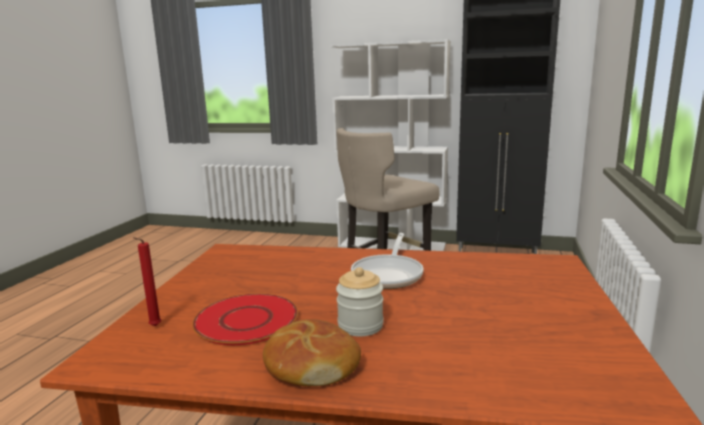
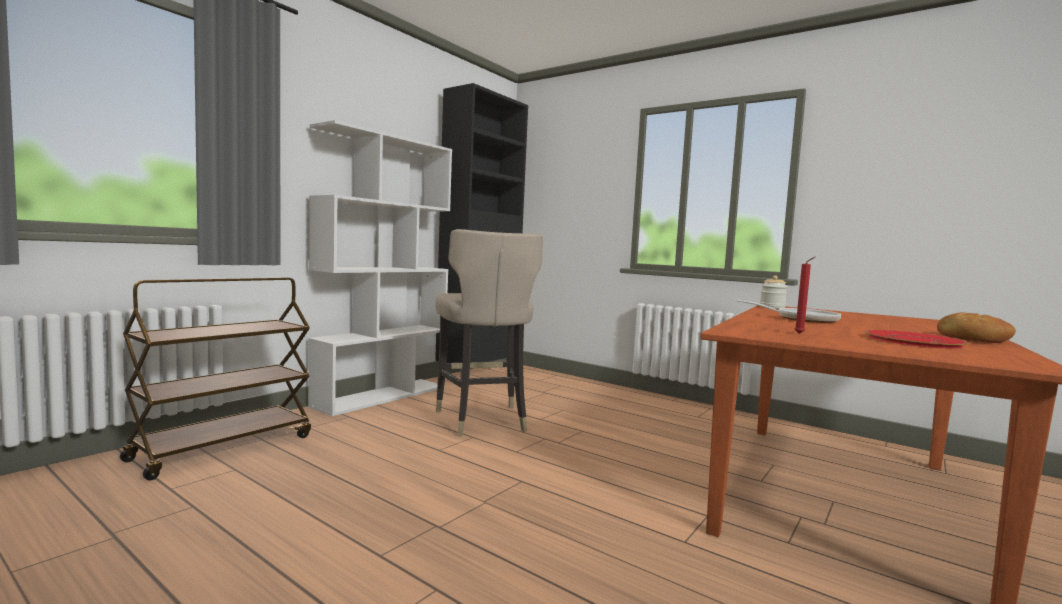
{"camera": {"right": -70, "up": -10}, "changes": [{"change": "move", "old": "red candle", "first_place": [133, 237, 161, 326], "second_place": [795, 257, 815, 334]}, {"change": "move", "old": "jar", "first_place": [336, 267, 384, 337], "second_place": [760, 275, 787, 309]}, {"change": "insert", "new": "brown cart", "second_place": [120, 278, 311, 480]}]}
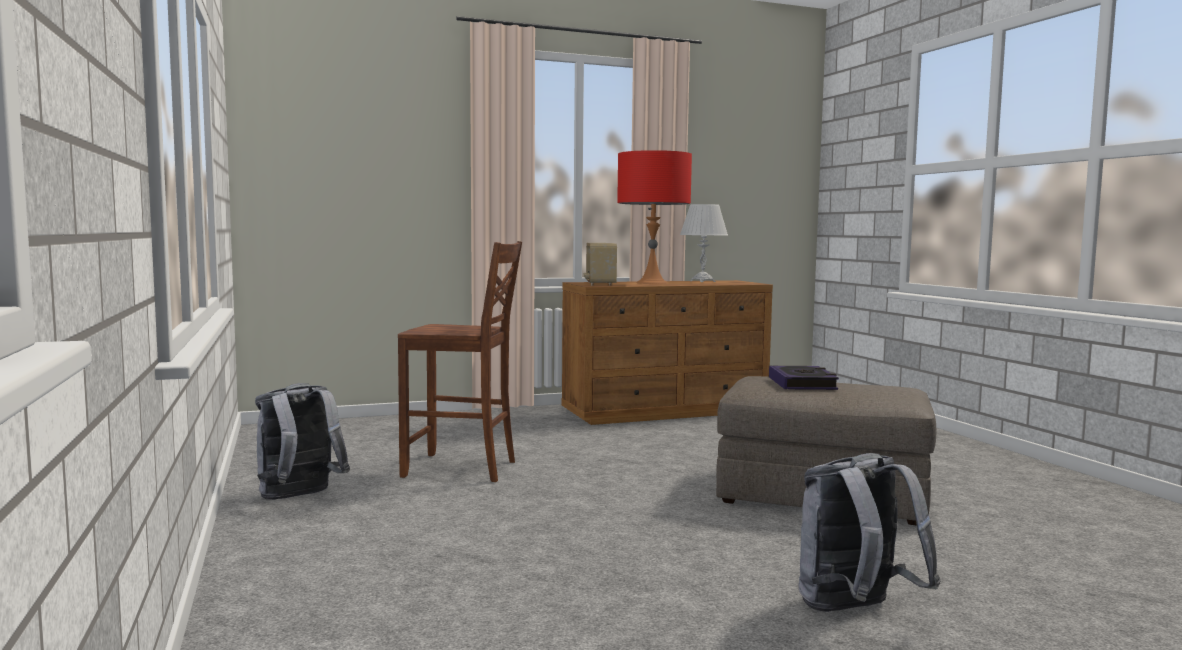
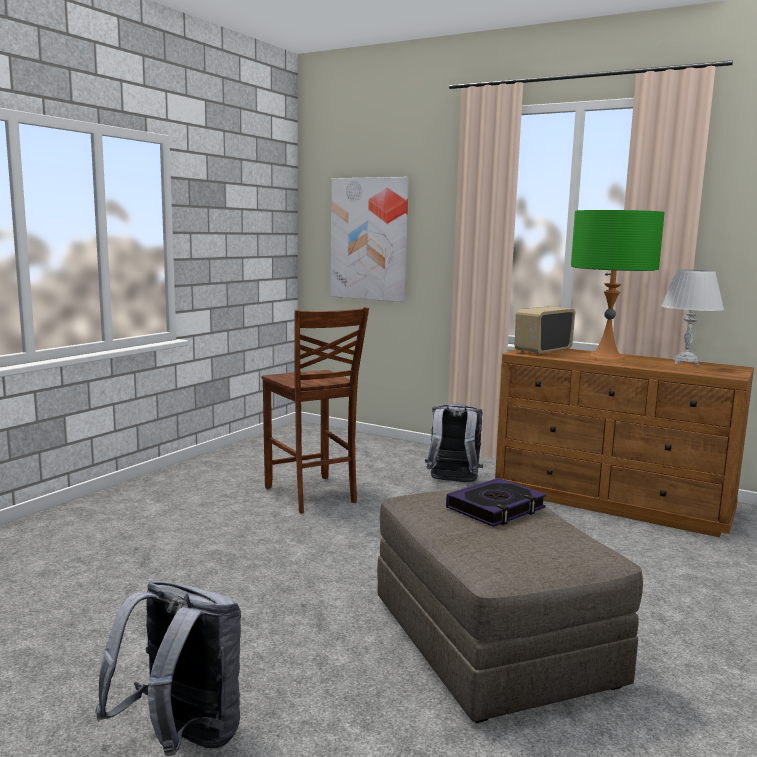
{"camera": {"right": 50, "up": 5}, "changes": [{"change": "recolor", "old": "red table lamp", "new": "green table lamp", "first_place": [617, 150, 692, 284], "second_place": [571, 210, 665, 361]}, {"change": "move", "old": "grey backpack", "first_place": [255, 383, 350, 500], "second_place": [425, 403, 483, 482]}, {"change": "insert", "new": "picture", "second_place": [331, 177, 409, 302]}]}
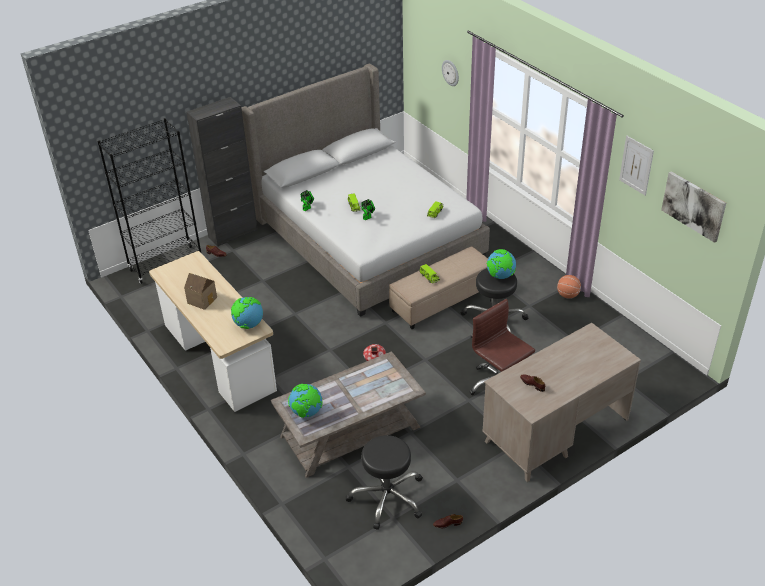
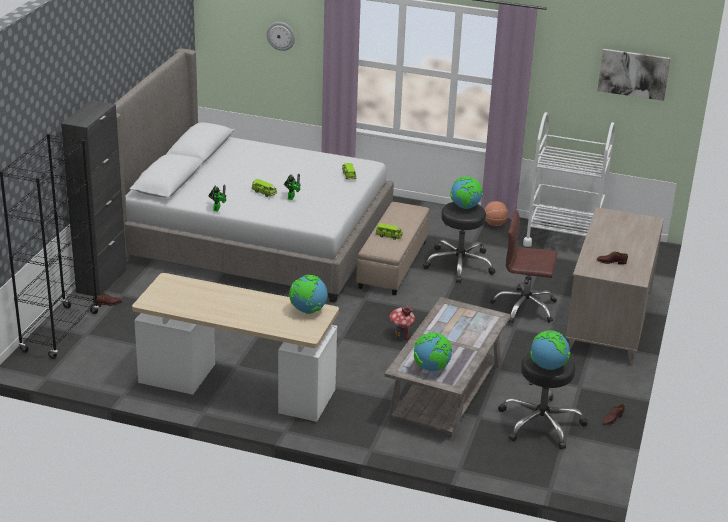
{"camera": {"right": -40, "up": -10}, "changes": [{"change": "delete", "old": "picture", "first_place": [619, 136, 654, 195]}, {"change": "delete", "old": "toy house", "first_place": [184, 273, 217, 310]}, {"change": "insert", "new": "white cart", "second_place": [523, 112, 615, 247]}, {"change": "insert", "new": "globe", "second_place": [530, 330, 571, 370]}]}
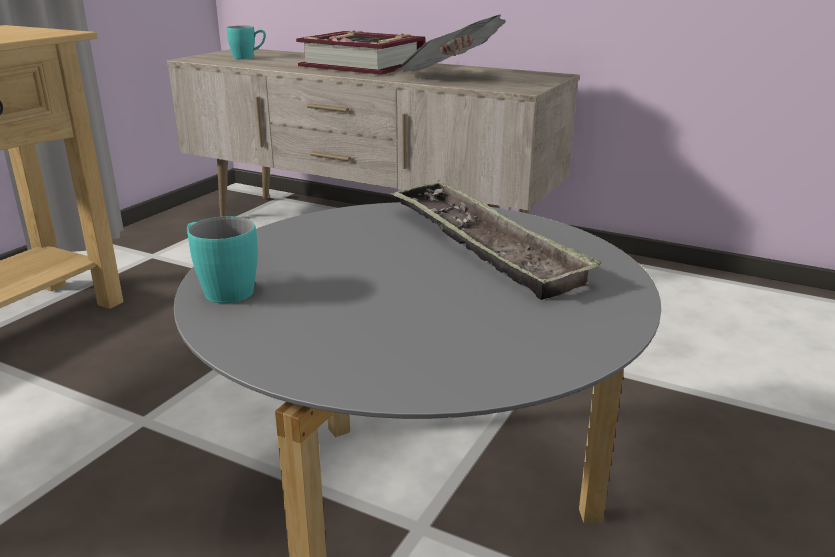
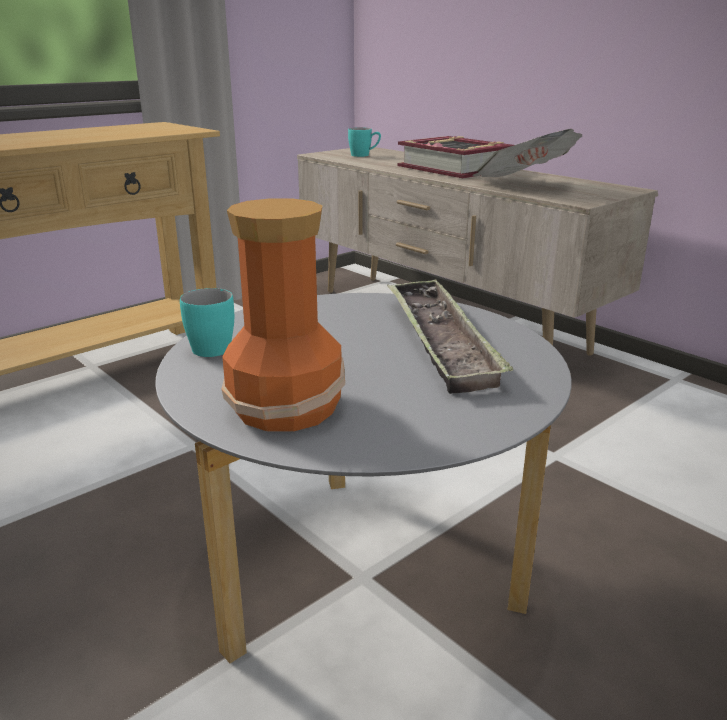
{"camera": {"right": 20, "up": 0}, "changes": [{"change": "insert", "new": "vase", "second_place": [222, 198, 345, 432]}]}
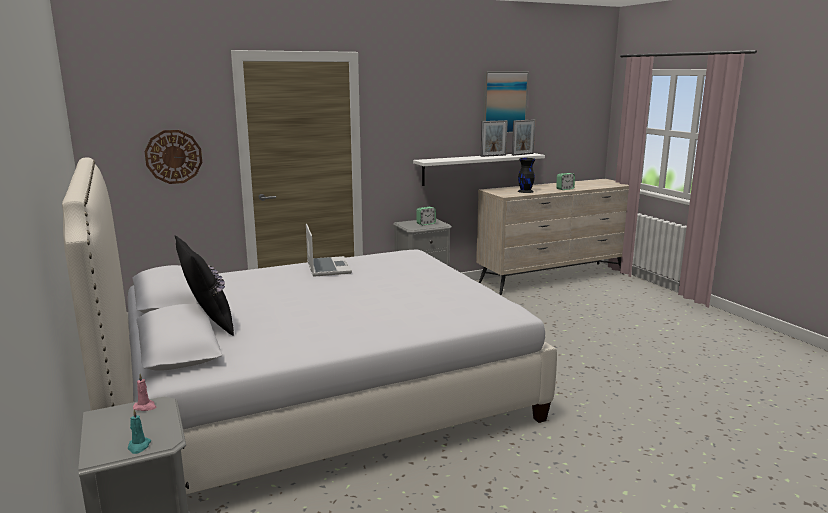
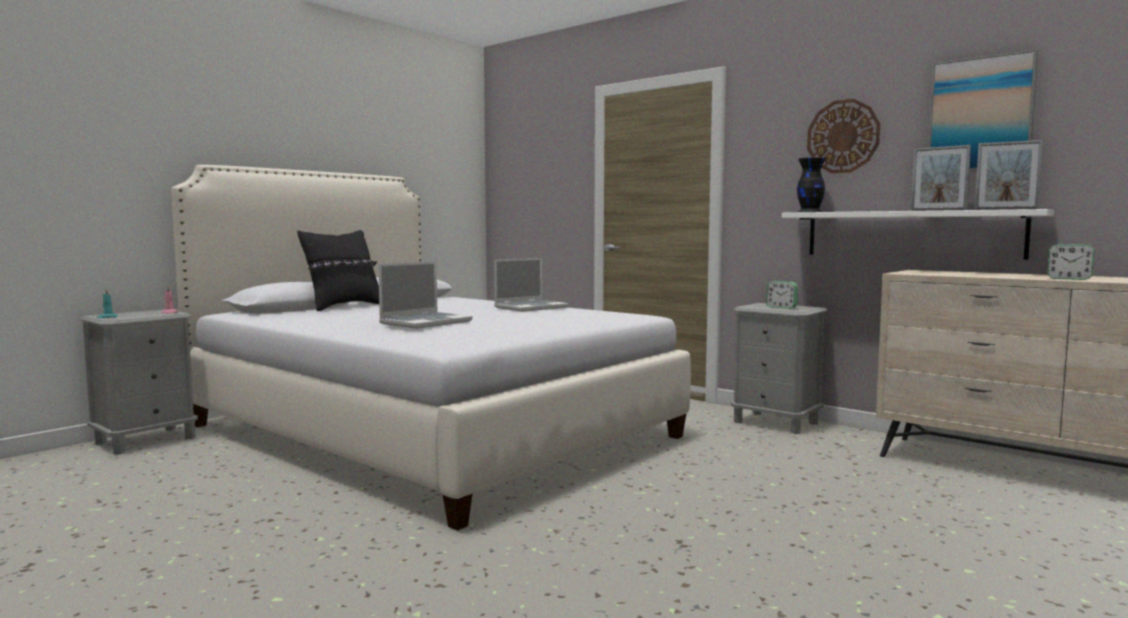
{"camera": {"right": 65, "up": -10}, "changes": [{"change": "move", "old": "wall clock", "first_place": [144, 130, 202, 184], "second_place": [807, 99, 880, 173]}, {"change": "move", "old": "black vase", "first_place": [518, 158, 536, 193], "second_place": [797, 157, 826, 212]}, {"change": "insert", "new": "laptop", "second_place": [378, 261, 472, 329]}]}
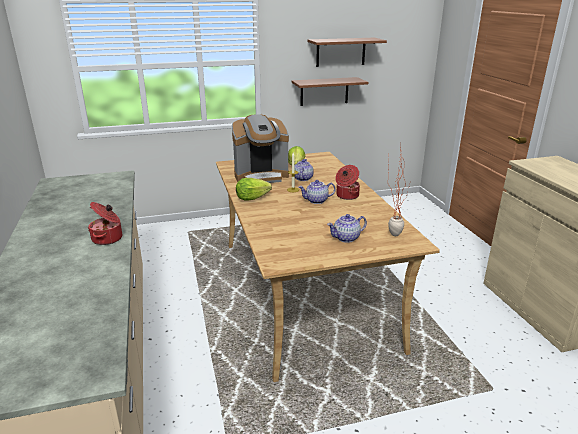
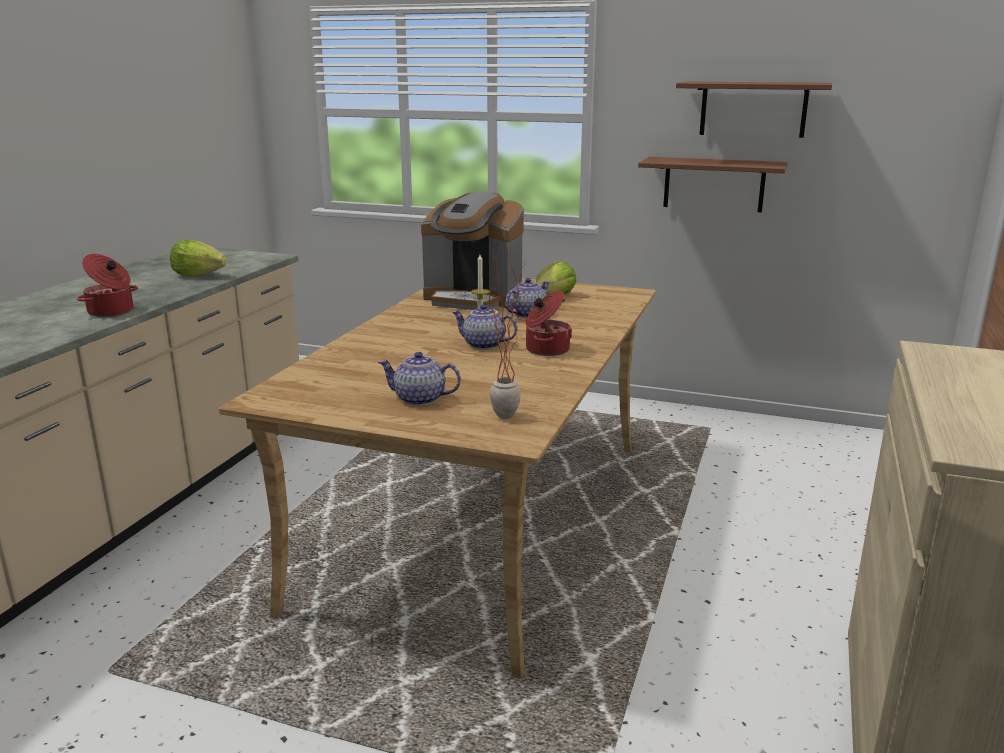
{"camera": {"right": 35, "up": -5}, "changes": [{"change": "move", "old": "lettuce", "first_place": [236, 178, 272, 201], "second_place": [170, 240, 227, 277]}]}
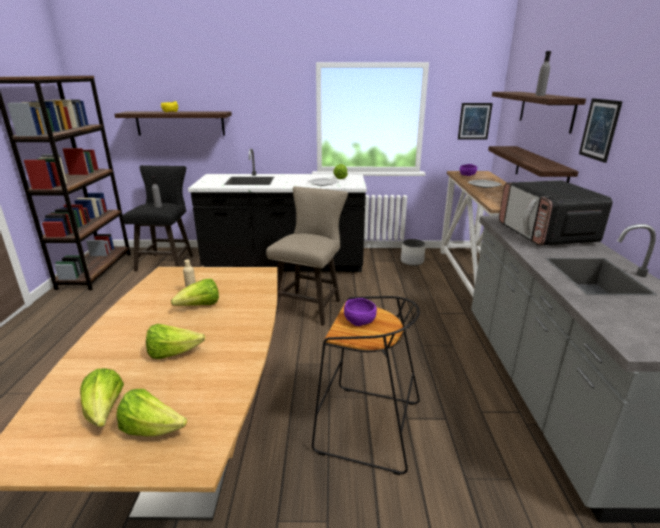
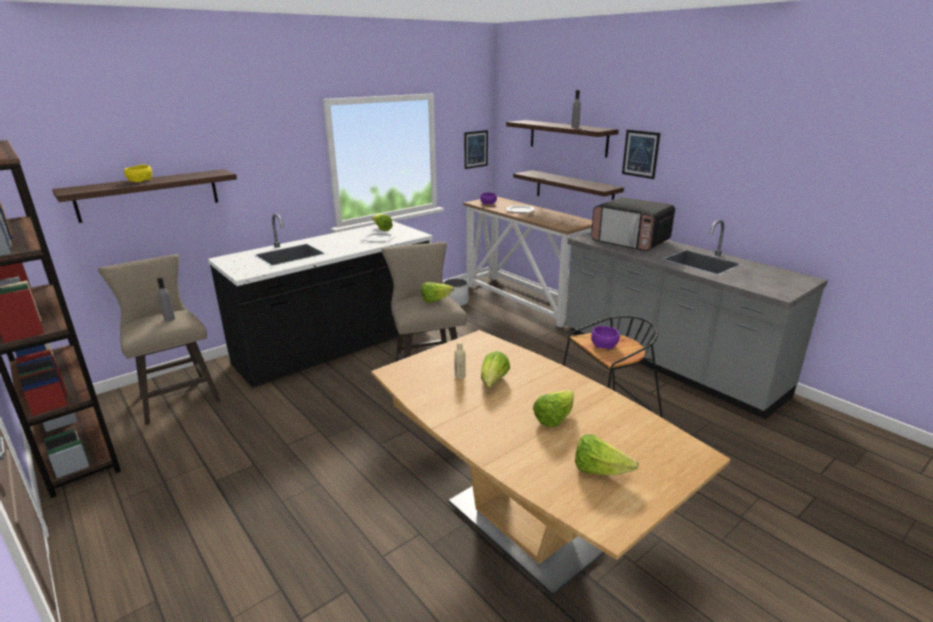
{"camera": {"right": -40, "up": 0}, "changes": [{"change": "recolor", "old": "black stool", "new": "beige stool", "first_place": [122, 165, 193, 271], "second_place": [98, 254, 221, 425]}, {"change": "move", "old": "lettuce", "first_place": [116, 389, 187, 437], "second_place": [421, 282, 454, 302]}]}
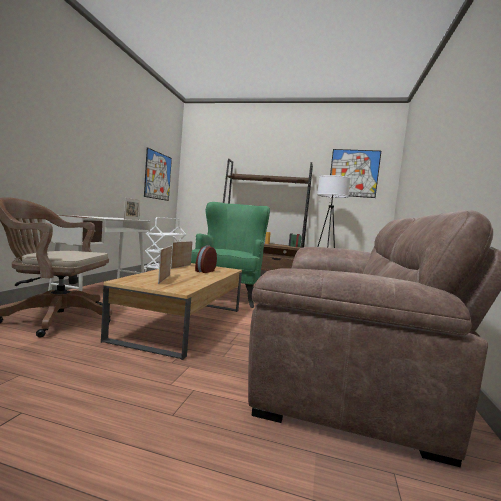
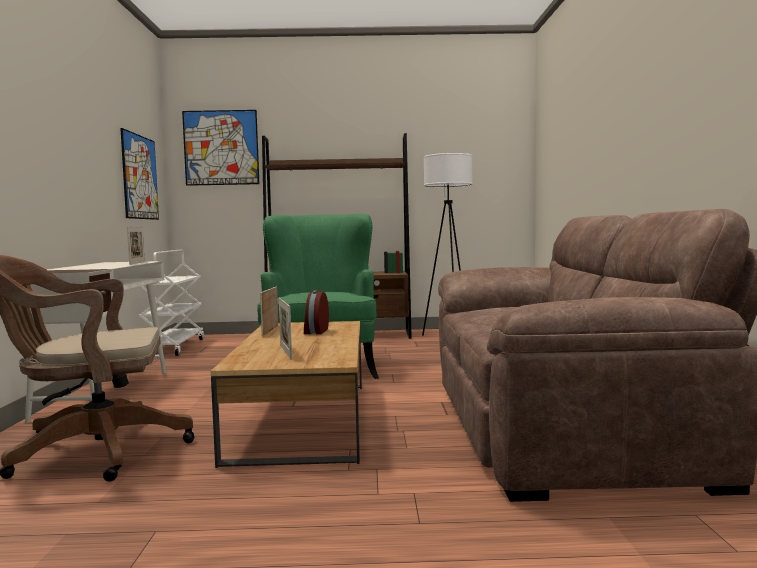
{"camera": {"right": -15, "up": 0}, "changes": [{"change": "move", "old": "picture", "first_place": [330, 149, 381, 198], "second_place": [182, 110, 259, 186]}]}
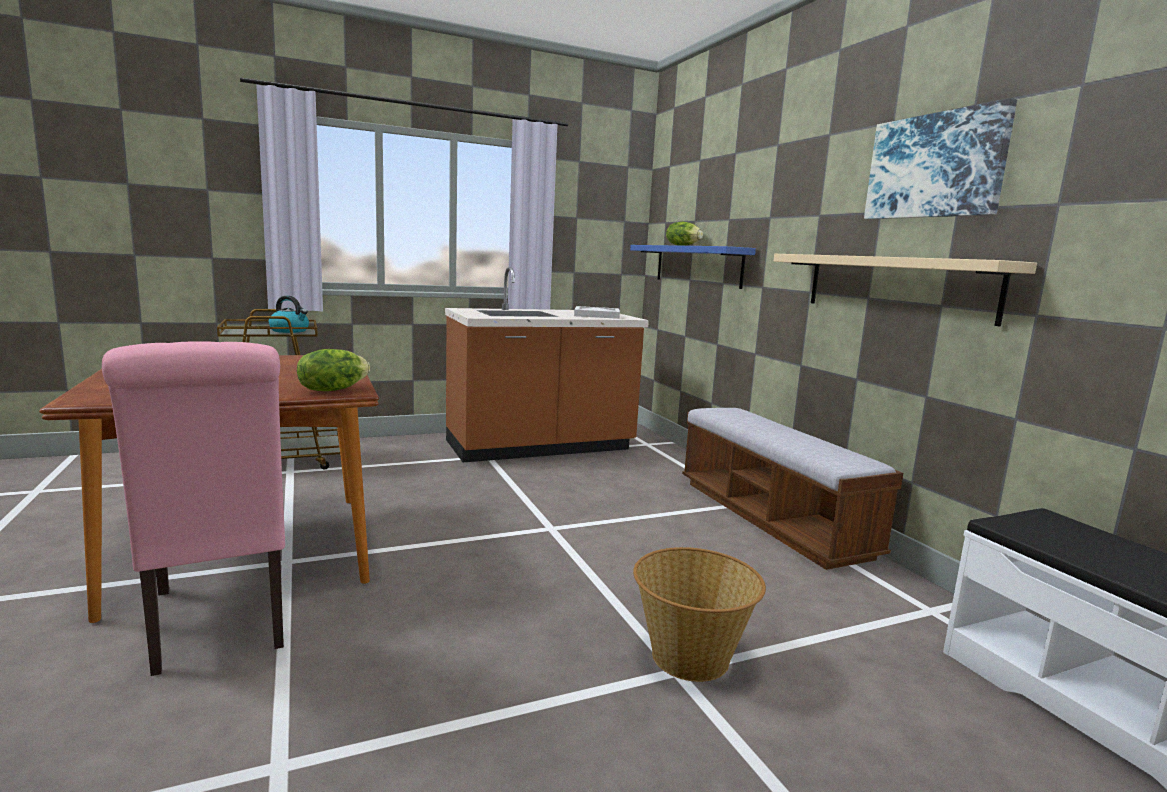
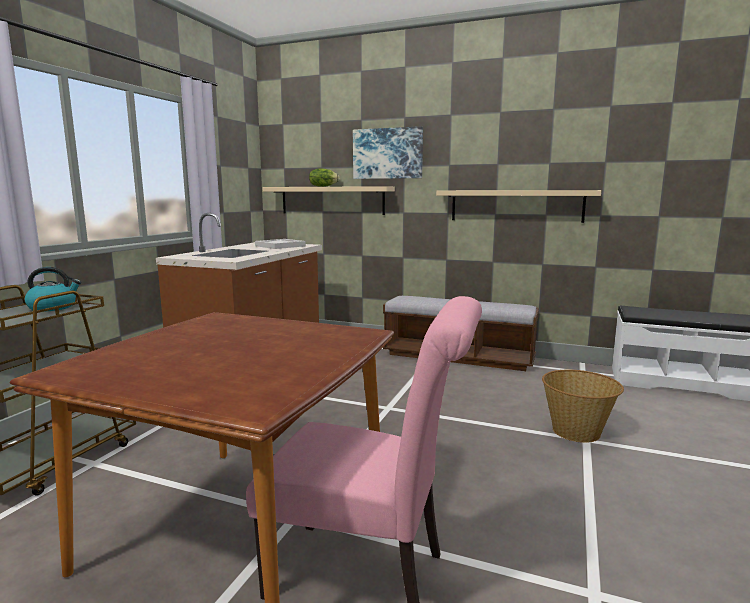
{"camera": {"right": -45, "up": 0}, "changes": [{"change": "move", "old": "picture", "first_place": [864, 98, 1017, 219], "second_place": [353, 126, 423, 179]}, {"change": "recolor", "old": "blue shelf", "new": "beige shelf", "first_place": [630, 245, 756, 289], "second_place": [263, 186, 395, 215]}, {"change": "delete", "old": "lettuce", "first_place": [297, 349, 370, 391]}]}
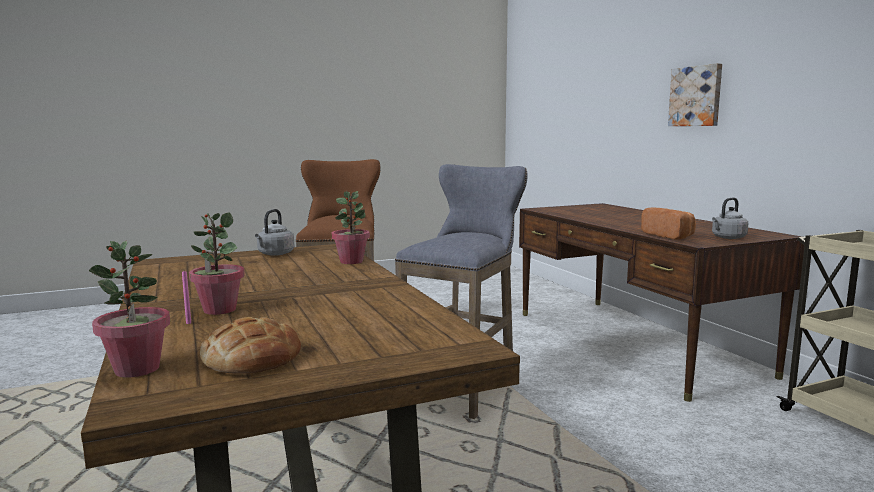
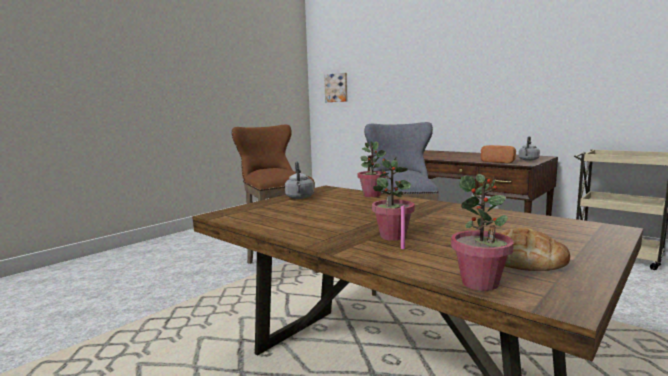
{"camera": {"right": -25, "up": 0}, "changes": [{"change": "move", "old": "picture", "first_place": [668, 63, 722, 126], "second_place": [324, 73, 348, 102]}]}
